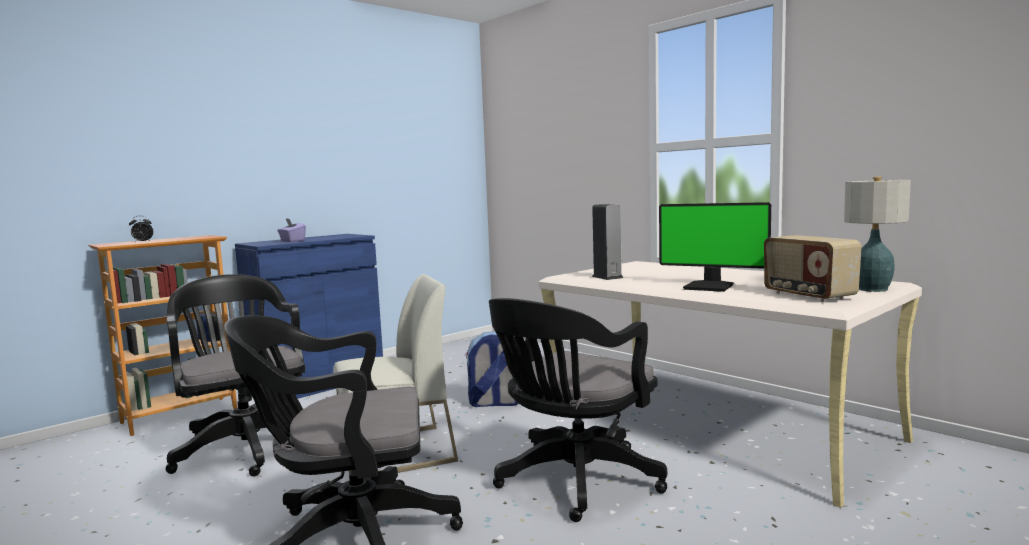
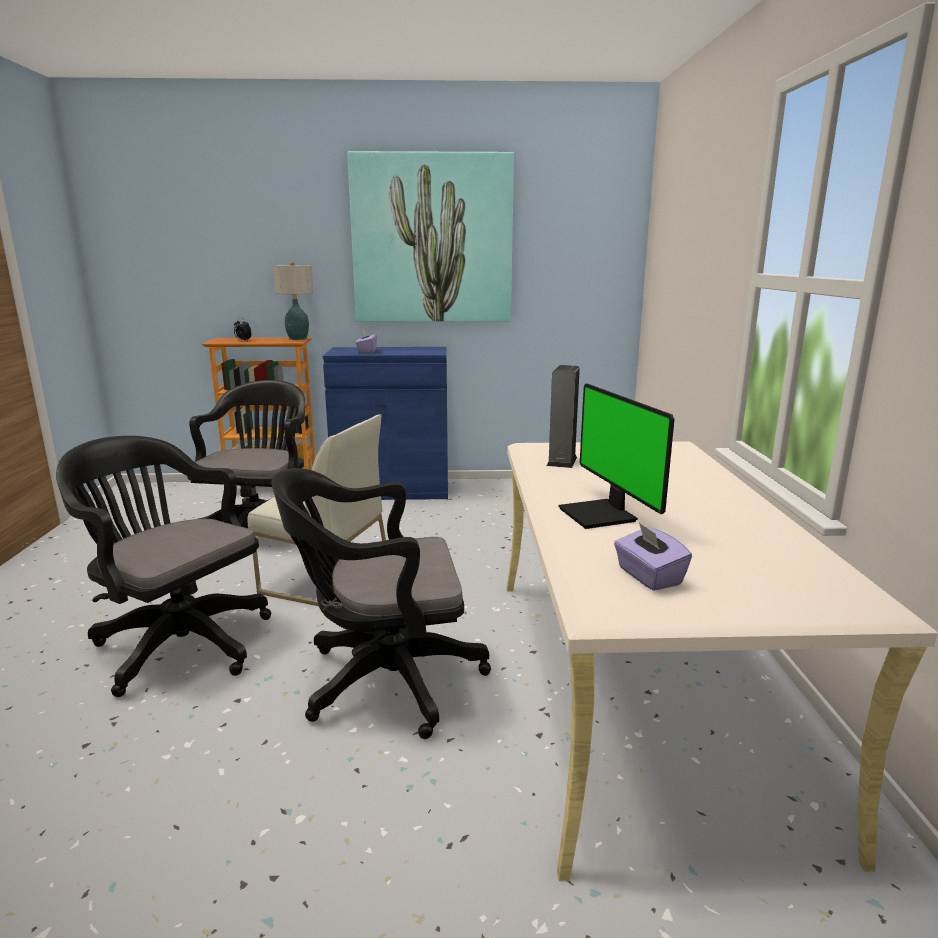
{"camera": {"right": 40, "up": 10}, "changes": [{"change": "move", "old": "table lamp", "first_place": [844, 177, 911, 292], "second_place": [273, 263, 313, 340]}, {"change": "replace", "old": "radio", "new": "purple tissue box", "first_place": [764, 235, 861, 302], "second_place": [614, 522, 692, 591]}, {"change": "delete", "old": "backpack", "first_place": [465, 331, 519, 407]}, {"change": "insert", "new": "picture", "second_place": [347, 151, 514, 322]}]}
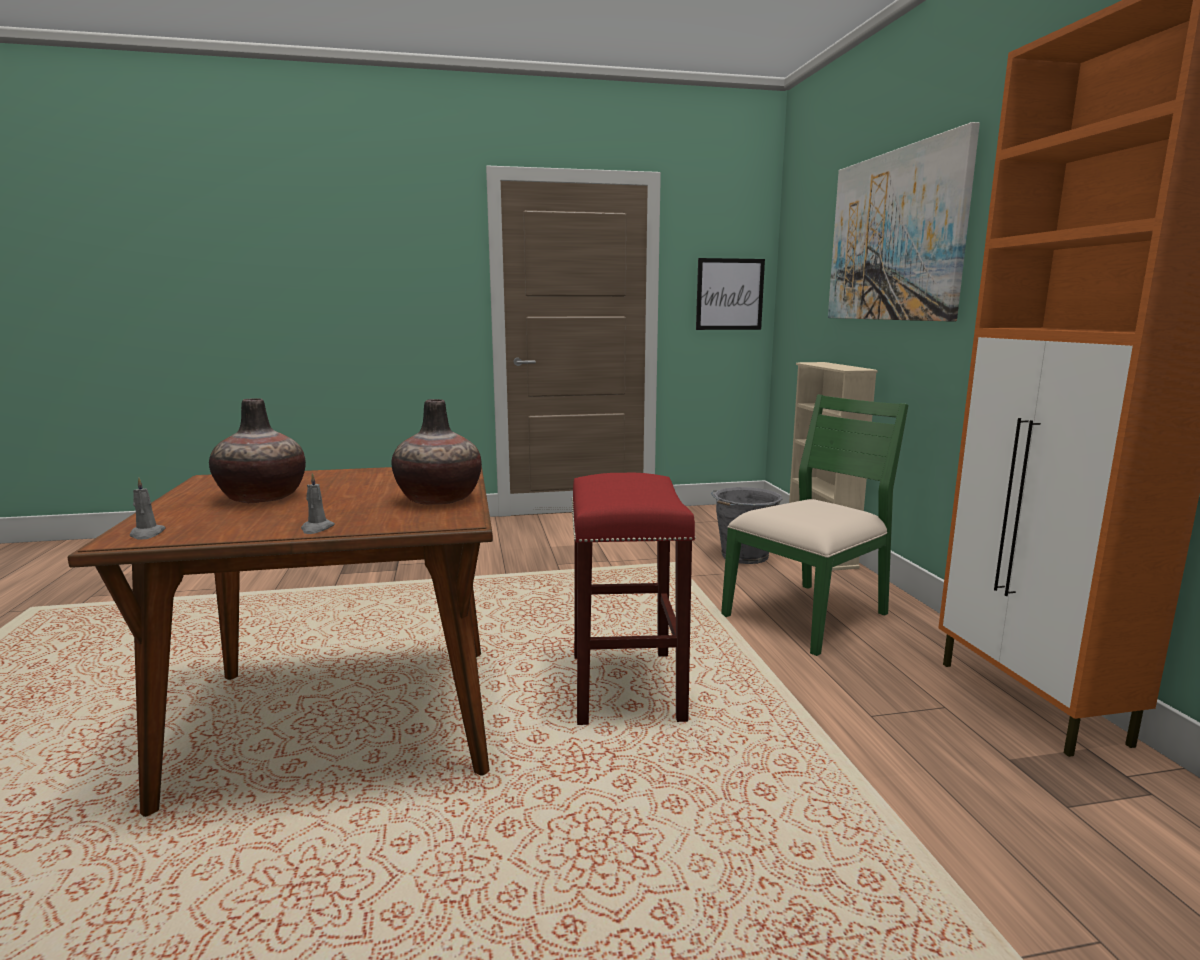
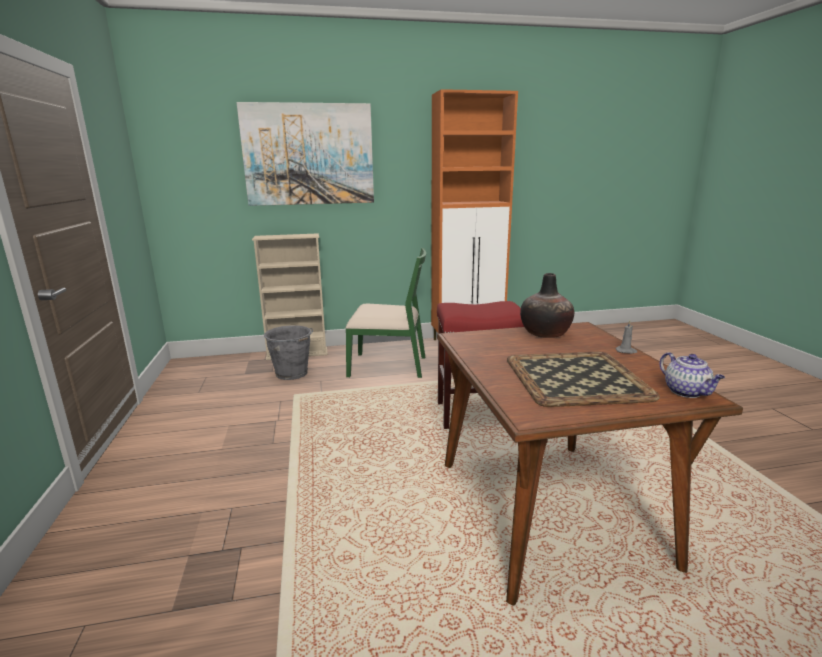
{"camera": {"right": -90, "up": 5}, "changes": [{"change": "delete", "old": "picture", "first_place": [696, 258, 765, 330]}, {"change": "rotate", "old": "green chair", "first_place": [721, 394, 909, 656], "second_place": [346, 248, 426, 378], "degrees": 135}, {"change": "replace", "old": "vase", "new": "tray", "first_place": [209, 398, 306, 503], "second_place": [507, 352, 660, 407]}, {"change": "replace", "old": "grey candle", "new": "teapot", "first_place": [130, 477, 166, 540], "second_place": [660, 352, 725, 398]}]}
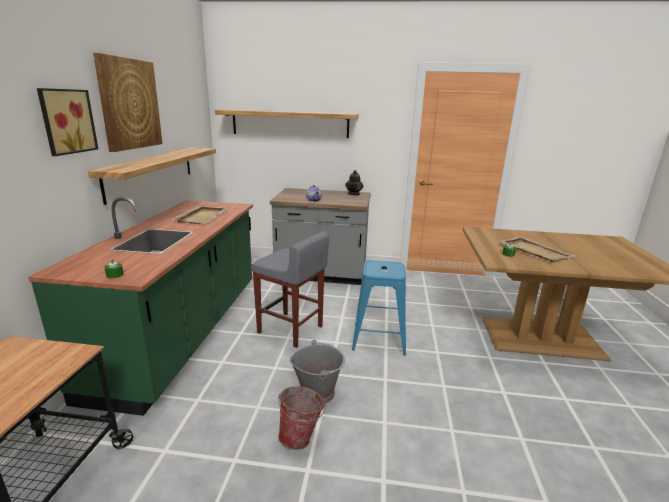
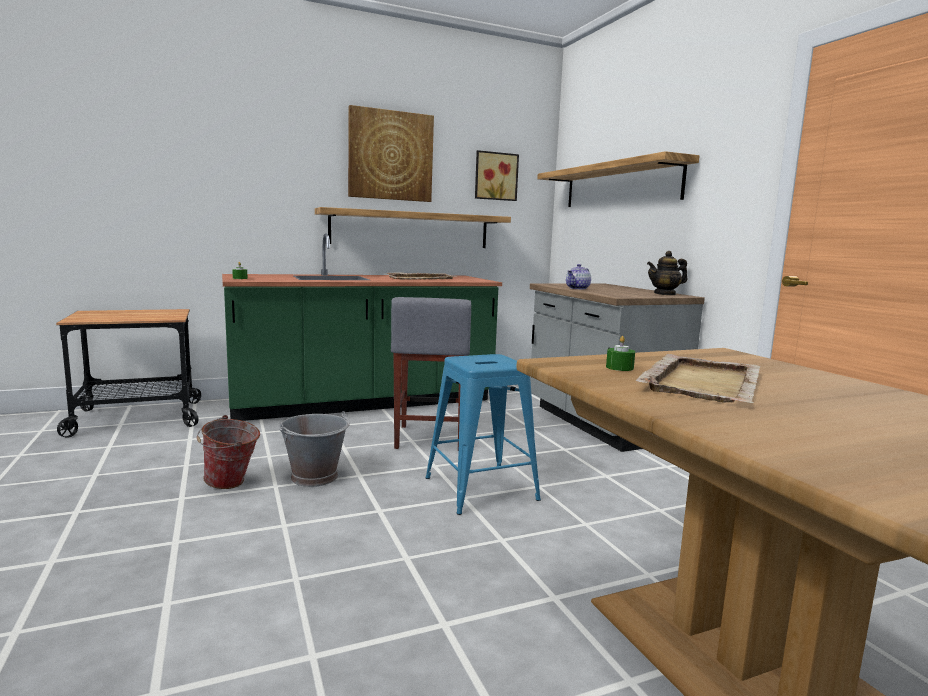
{"camera": {"right": 60, "up": -10}, "changes": [{"change": "move", "old": "picture", "first_place": [37, 88, 98, 156], "second_place": [475, 150, 519, 201]}]}
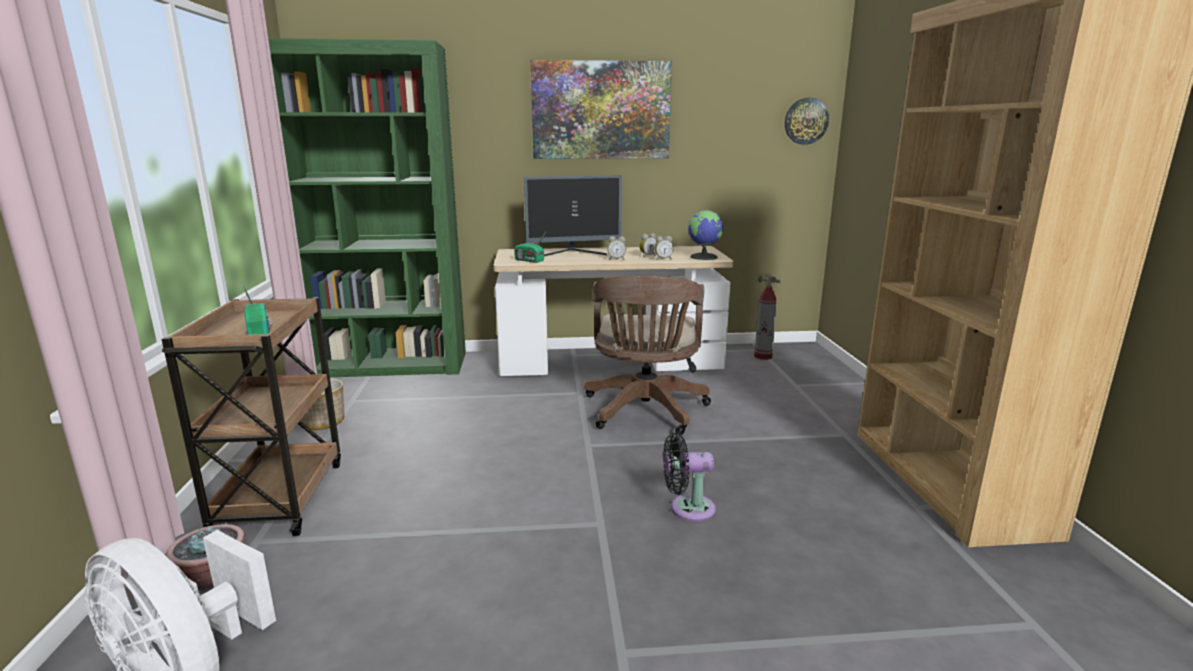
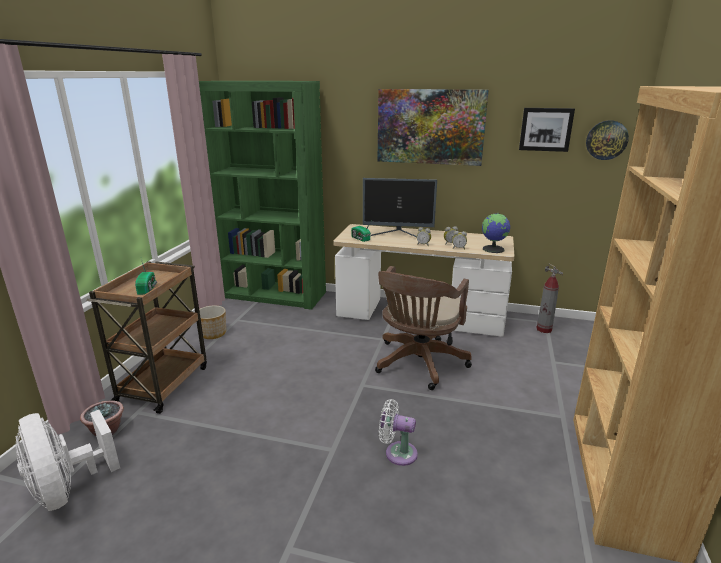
{"camera": {"right": 20, "up": 5}, "changes": [{"change": "recolor", "old": "black fan", "new": "white fan", "first_place": [663, 433, 715, 522], "second_place": [379, 399, 418, 466]}, {"change": "insert", "new": "picture", "second_place": [519, 108, 575, 152]}]}
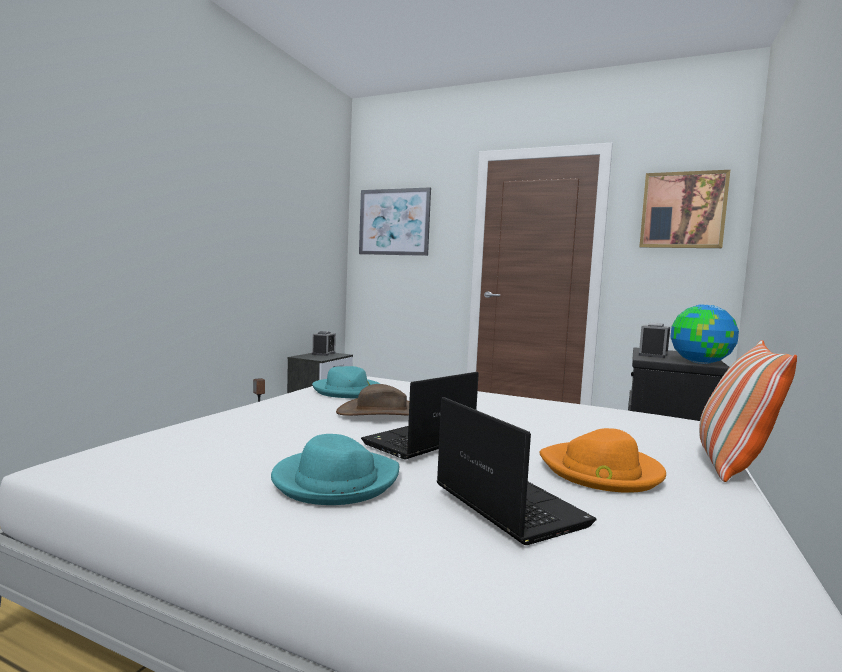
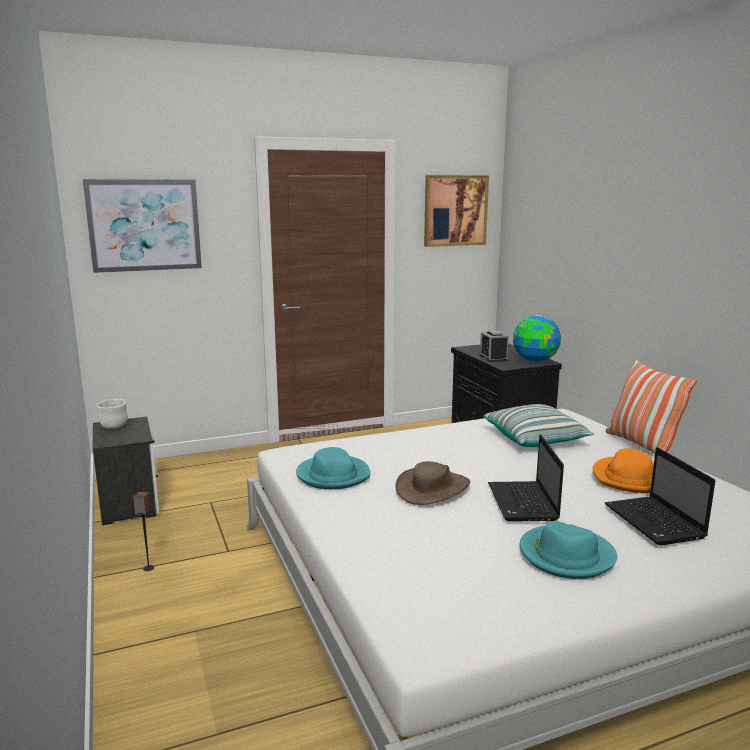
{"camera": {"right": -45, "up": 10}, "changes": [{"change": "replace", "old": "alarm clock", "new": "white bowl", "first_place": [312, 331, 336, 356], "second_place": [96, 399, 128, 429]}, {"change": "rotate", "old": "laptop", "first_place": [437, 397, 597, 545], "second_place": [605, 447, 715, 546], "degrees": -120}, {"change": "insert", "new": "pillow", "second_place": [483, 404, 595, 447]}]}
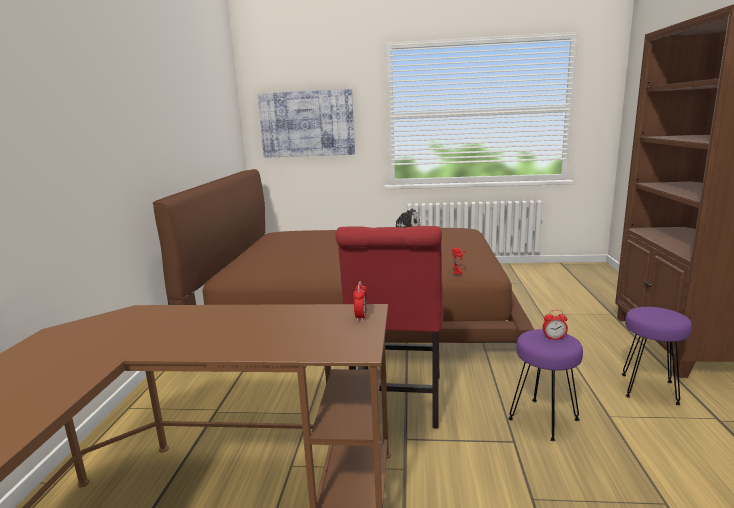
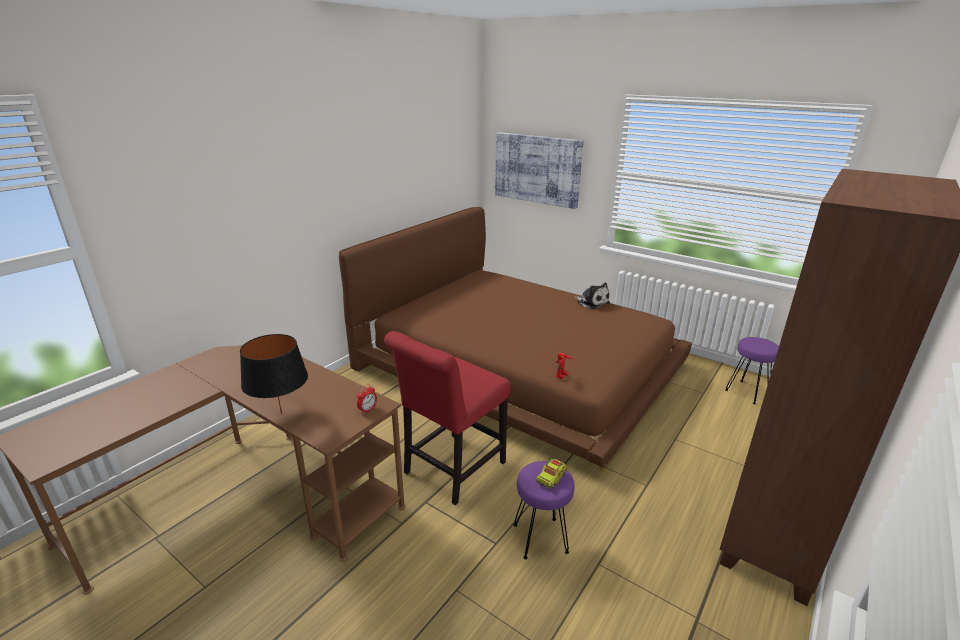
{"camera": {"right": 30, "up": 10}, "changes": [{"change": "move", "old": "purple stool", "first_place": [622, 307, 692, 405], "second_place": [725, 337, 779, 404]}, {"change": "replace", "old": "alarm clock", "new": "toy truck", "first_place": [542, 310, 568, 340], "second_place": [536, 459, 567, 488]}, {"change": "insert", "new": "black table lamp", "second_place": [240, 334, 308, 415]}]}
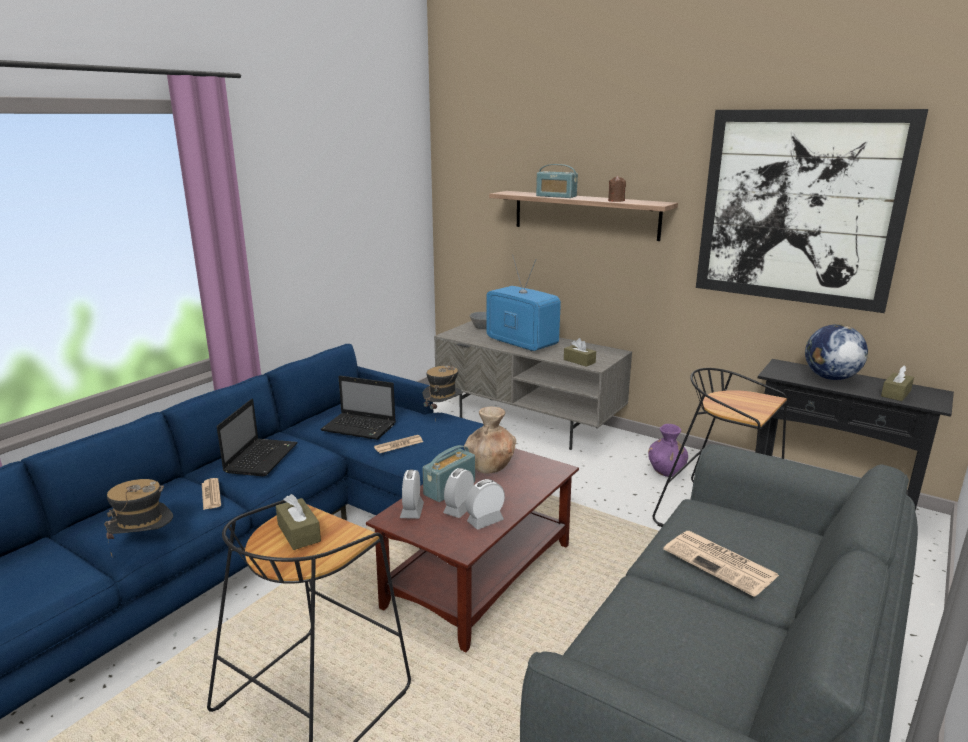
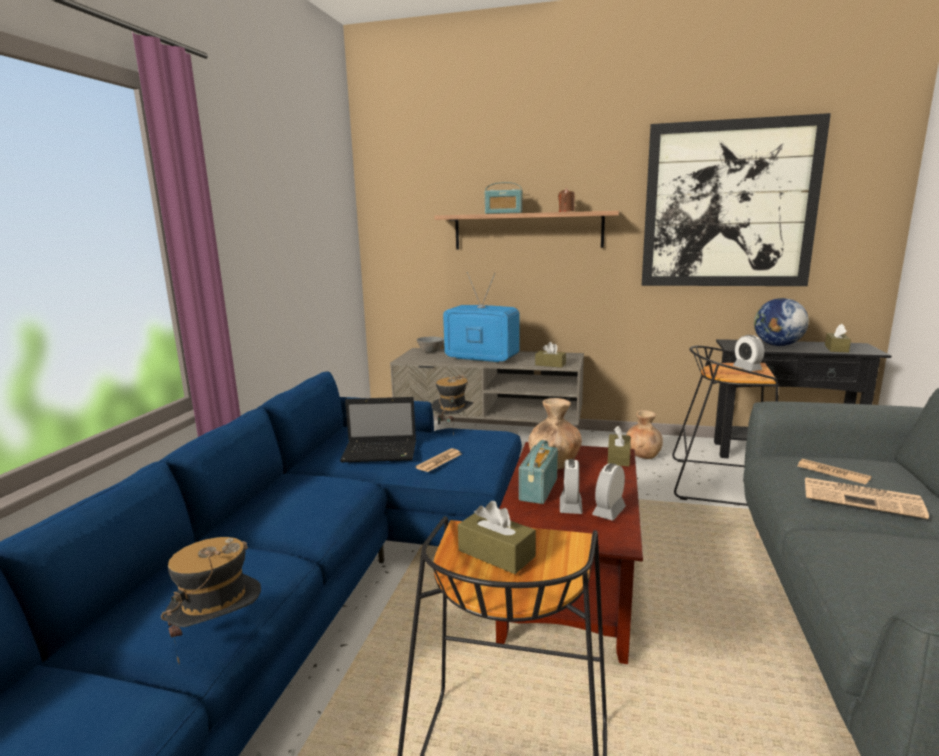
{"camera": {"right": -20, "up": -5}, "changes": [{"change": "delete", "old": "laptop", "first_place": [217, 399, 298, 477]}, {"change": "recolor", "old": "purple vase", "new": "brown vase", "first_place": [648, 424, 688, 477], "second_place": [626, 410, 663, 459]}, {"change": "move", "old": "alarm clock", "first_place": [400, 470, 424, 519], "second_place": [733, 335, 764, 371]}, {"change": "move", "old": "newspaper", "first_place": [202, 478, 221, 510], "second_place": [798, 459, 871, 485]}, {"change": "insert", "new": "brown tissue box", "second_place": [608, 426, 631, 466]}]}
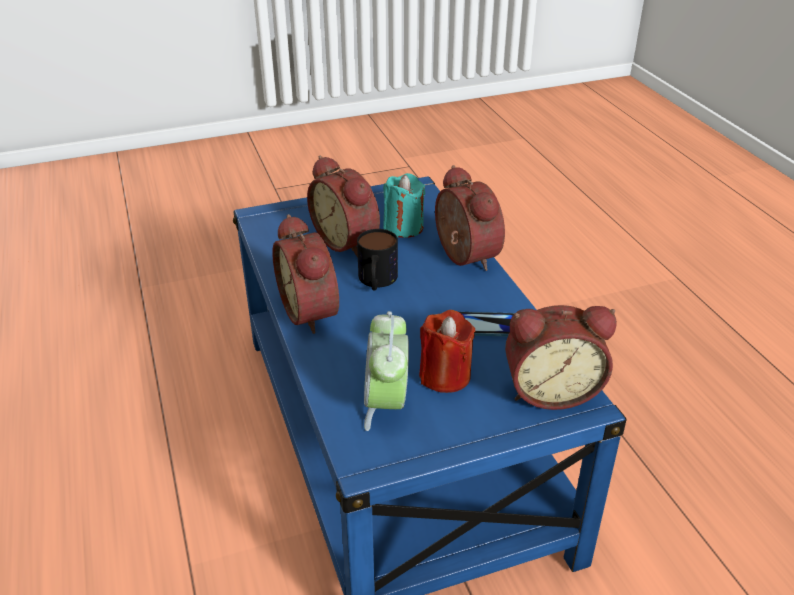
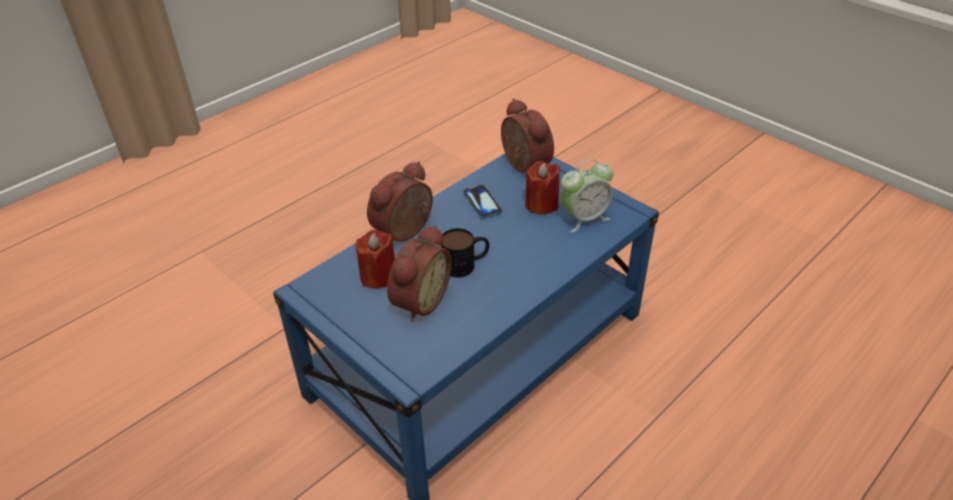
{"camera": {"right": -115, "up": 5}, "changes": [{"change": "recolor", "old": "turquoise candle", "new": "red candle", "first_place": [383, 173, 426, 238], "second_place": [355, 230, 395, 288]}, {"change": "delete", "old": "alarm clock", "first_place": [272, 214, 339, 334]}]}
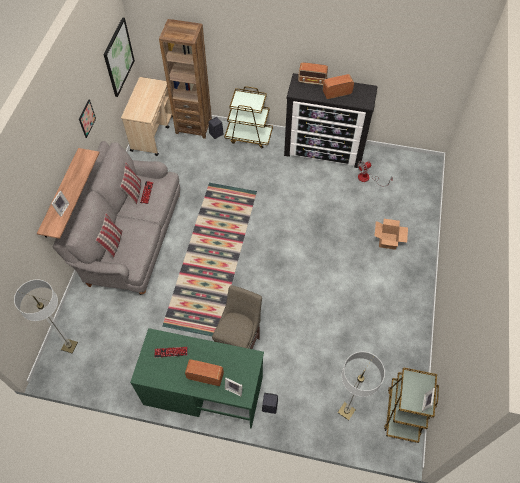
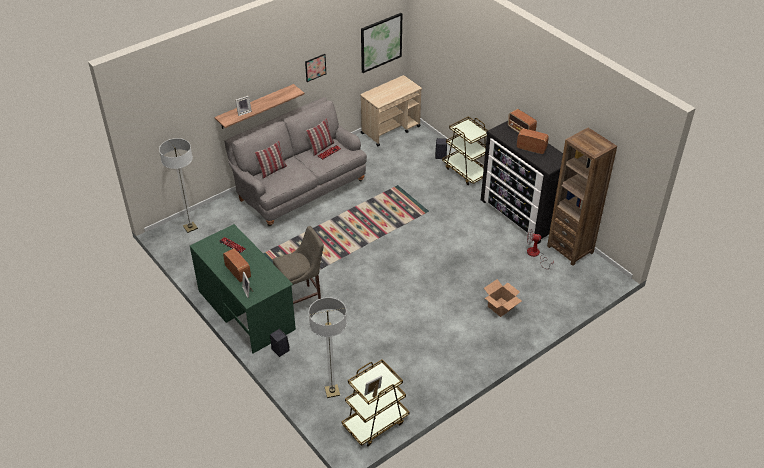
{"camera": {"right": 40, "up": -15}, "changes": [{"change": "move", "old": "brown bookcase", "first_place": [159, 19, 212, 139], "second_place": [547, 128, 617, 266]}]}
